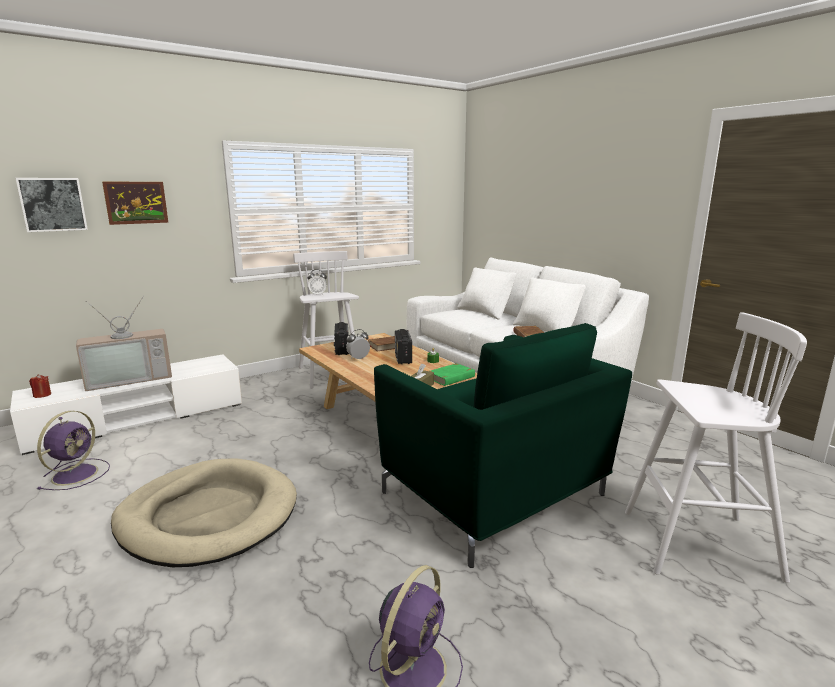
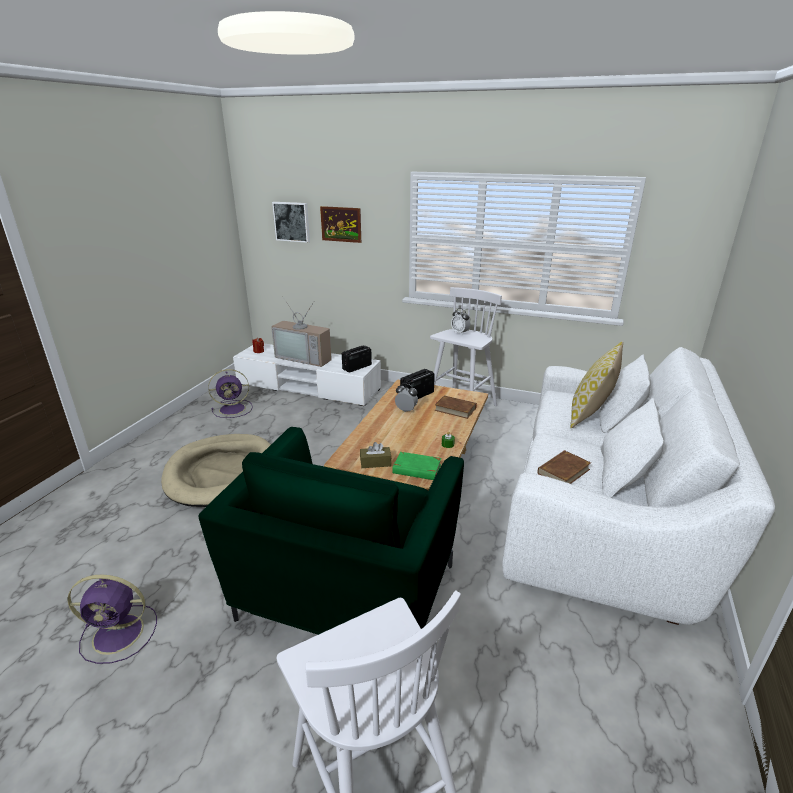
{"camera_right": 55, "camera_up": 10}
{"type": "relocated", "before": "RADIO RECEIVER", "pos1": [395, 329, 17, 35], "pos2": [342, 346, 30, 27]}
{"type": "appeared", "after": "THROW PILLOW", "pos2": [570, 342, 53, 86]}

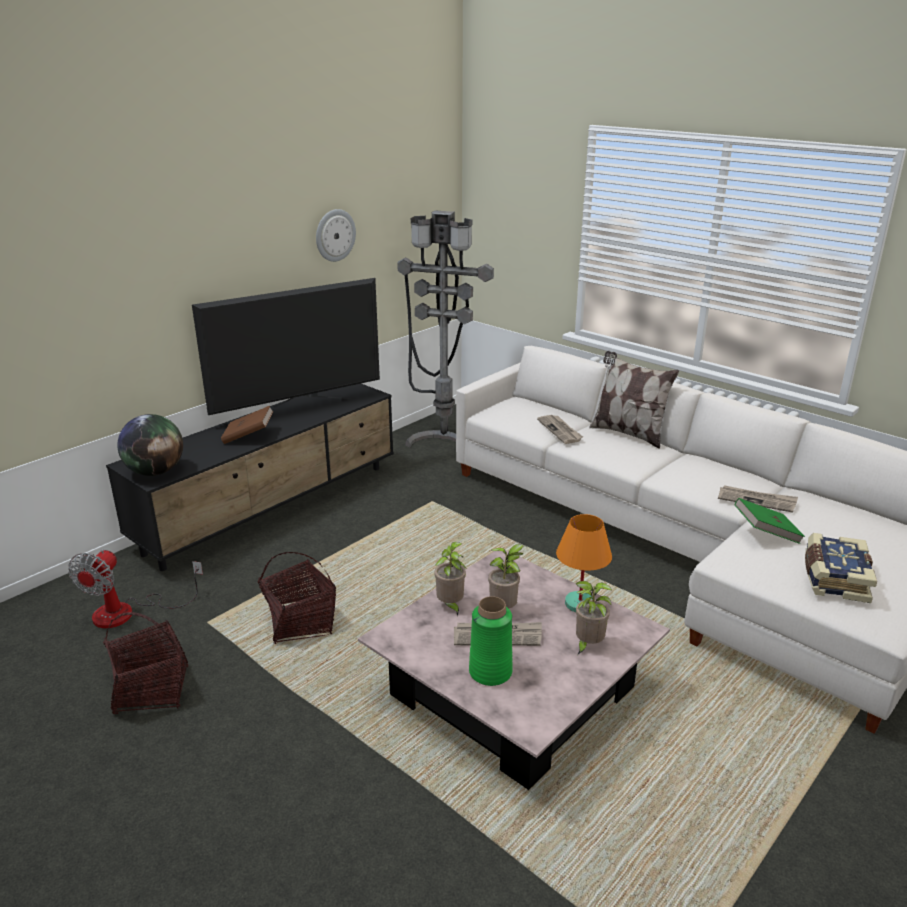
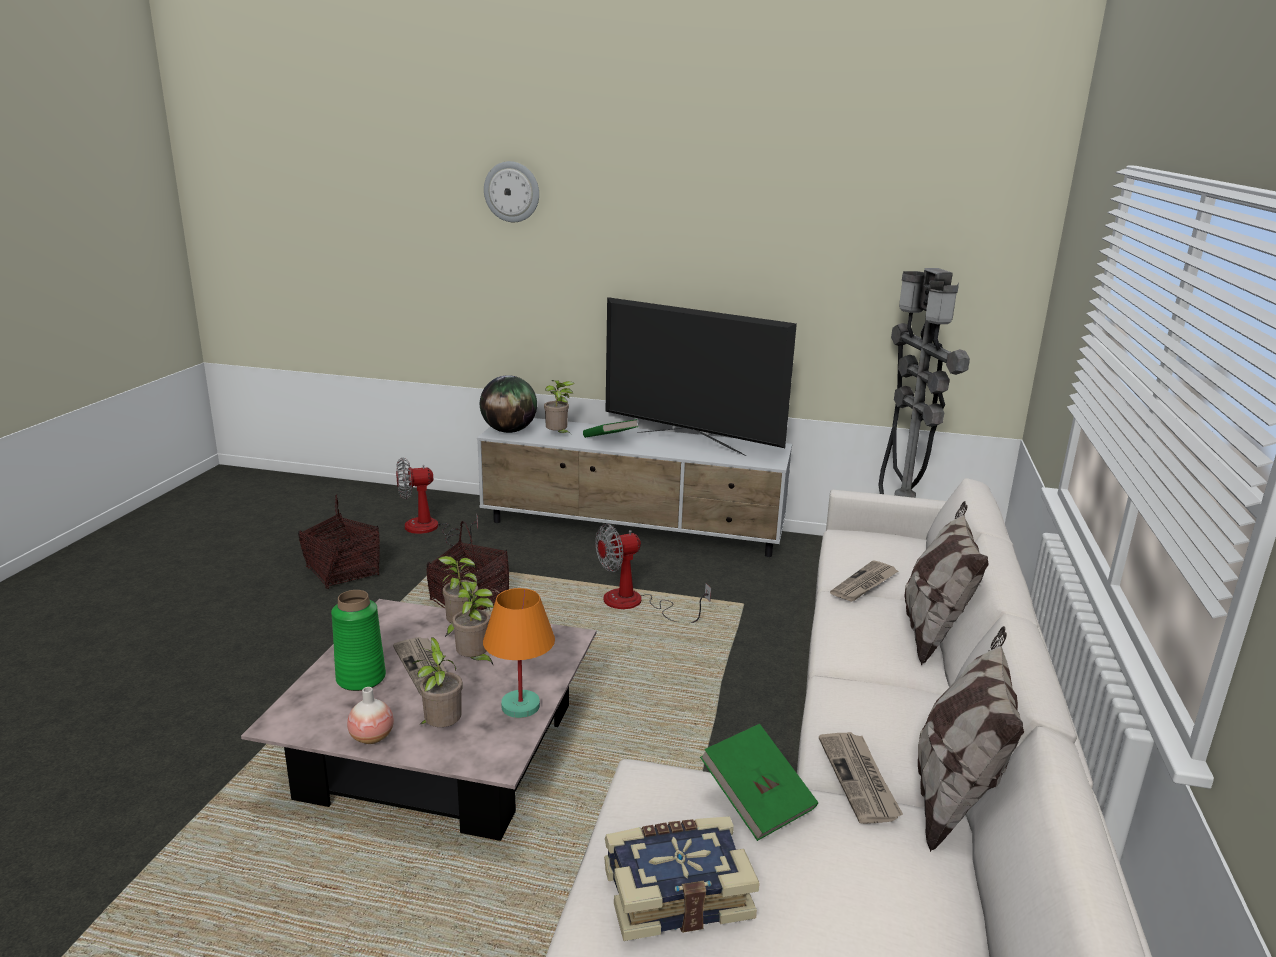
{"camera_right": 60, "camera_up": -5}
{"type": "relocated", "before": "WALL CLOCK", "pos1": [316, 209, 40, 53], "pos2": [484, 161, 55, 61]}
{"type": "colour", "before": "BLACKISH TV UNIT", "after": "WHITISH TV UNIT", "pos1": [106, 384, 288, 187], "pos2": [477, 418, 315, 139]}
{"type": "colour", "before": "BROWNISH BOOK", "after": "GREEN BOOK", "pos1": [221, 406, 53, 38], "pos2": [583, 419, 56, 19]}
{"type": "appeared", "after": "POTTED PLANT", "pos2": [544, 380, 30, 55]}
{"type": "appeared", "after": "ELECTRIC FAN", "pos2": [595, 524, 116, 99]}
{"type": "appeared", "after": "THROW PILLOW", "pos2": [918, 626, 106, 226]}
{"type": "appeared", "after": "FLOWER VASE", "pos2": [347, 687, 47, 57]}

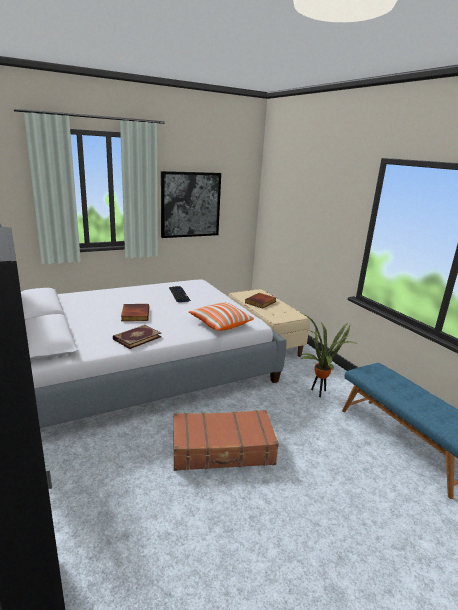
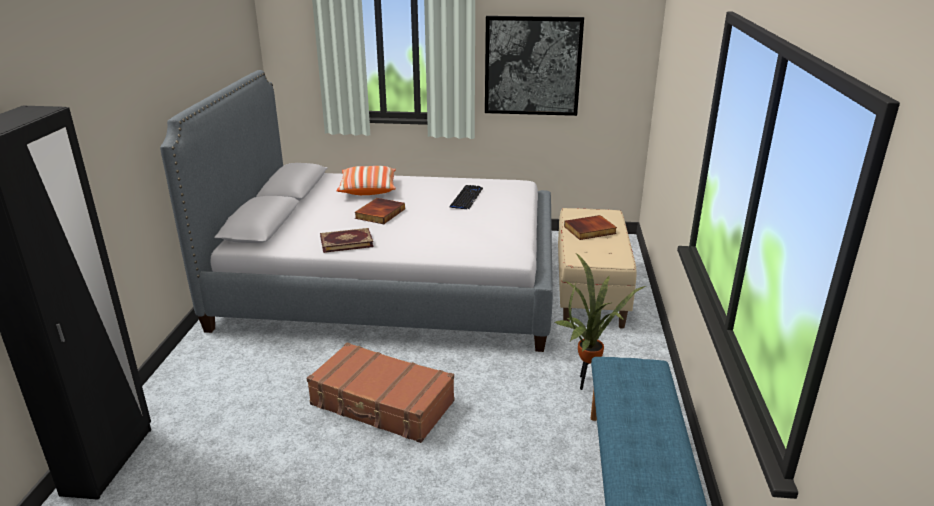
{"camera_right": 35, "camera_up": 5}
{"type": "relocated", "before": "THROW PILLOW", "pos1": [189, 302, 65, 29], "pos2": [336, 166, 60, 29]}

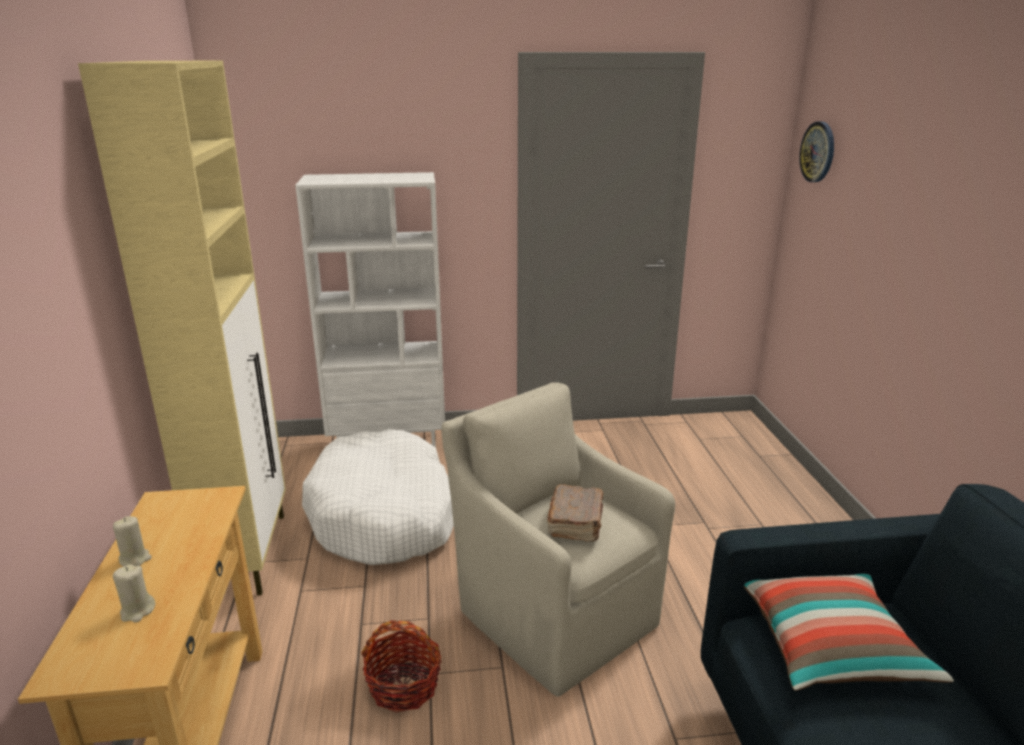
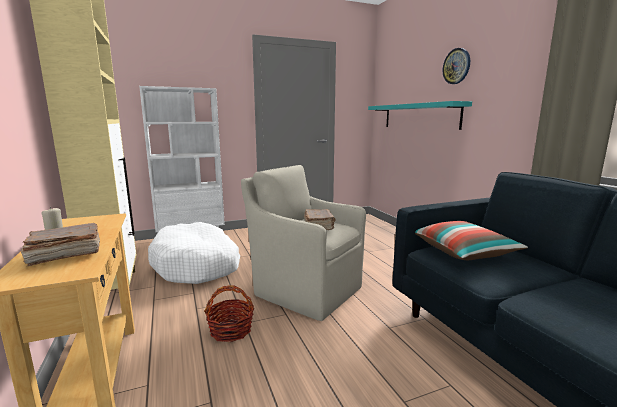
{"camera_right": -15, "camera_up": -10}
{"type": "relocated", "before": "WALL CLOCK", "pos1": [799, 121, 35, 61], "pos2": [443, 48, 27, 36]}
{"type": "exchanged", "before": "BEIGE-COLOURED WAX LIGHT", "after": "BROWNISH BOOK", "pos1": [113, 565, 42, 58], "pos2": [21, 223, 79, 43]}
{"type": "appeared", "after": "TURQUOISE BRACKET SHELF", "pos2": [368, 101, 104, 29]}

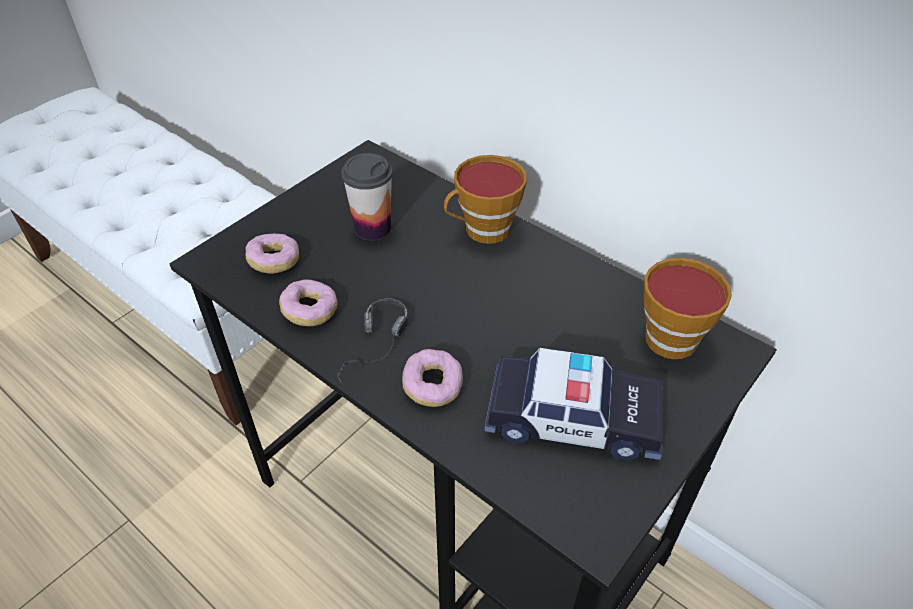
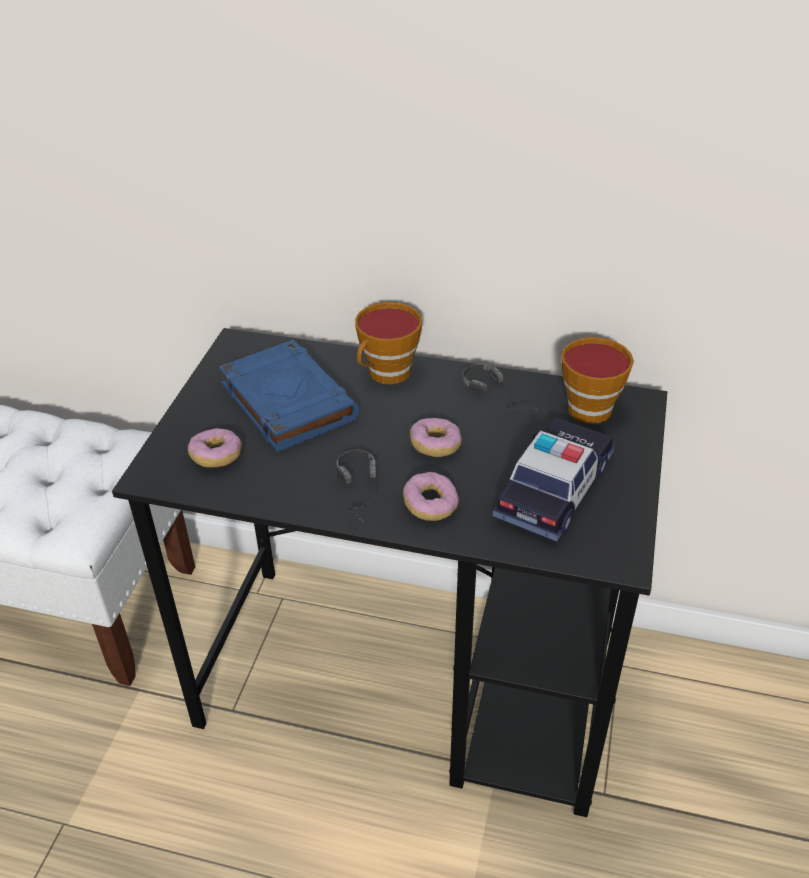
{"camera_right": -25, "camera_up": -5}
{"type": "exchanged", "before": "SMALL CUP", "after": "BLUISH BOOK", "pos1": [341, 153, 52, 87], "pos2": [219, 339, 140, 113]}
{"type": "relocated", "before": "DOUGHNUT", "pos1": [279, 279, 59, 47], "pos2": [410, 418, 52, 39]}
{"type": "spun", "before": "TOY CAR", "pos1": [485, 348, 177, 113], "pos2": [493, 418, 121, 124], "turn": -45}
{"type": "appeared", "after": "HEADSET", "pos2": [462, 364, 75, 46]}

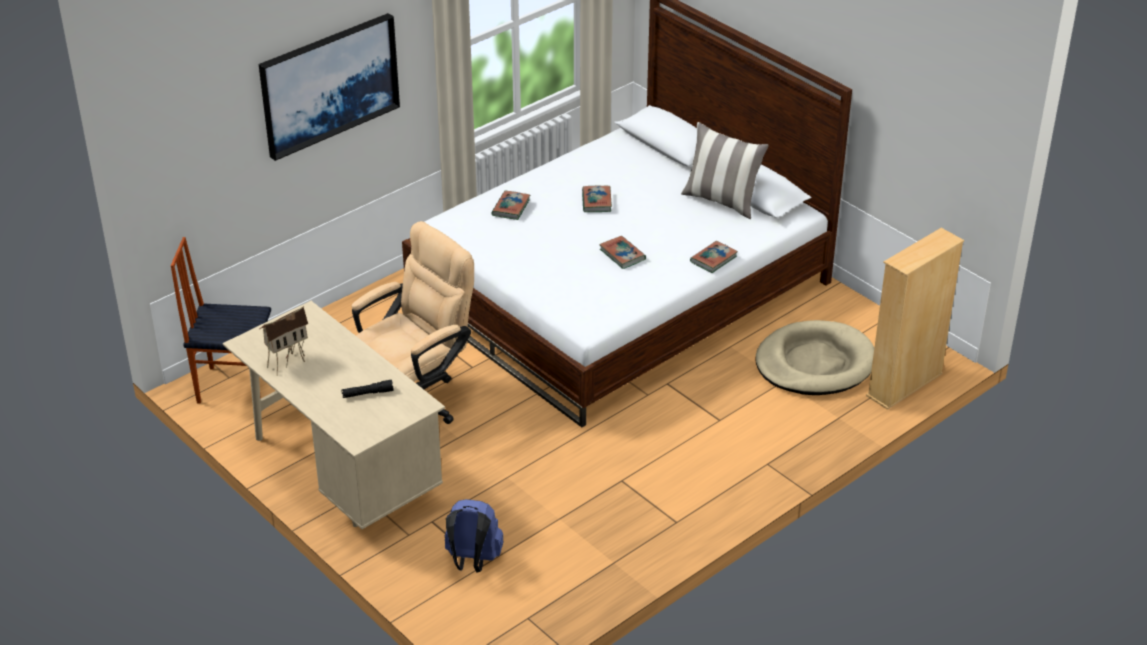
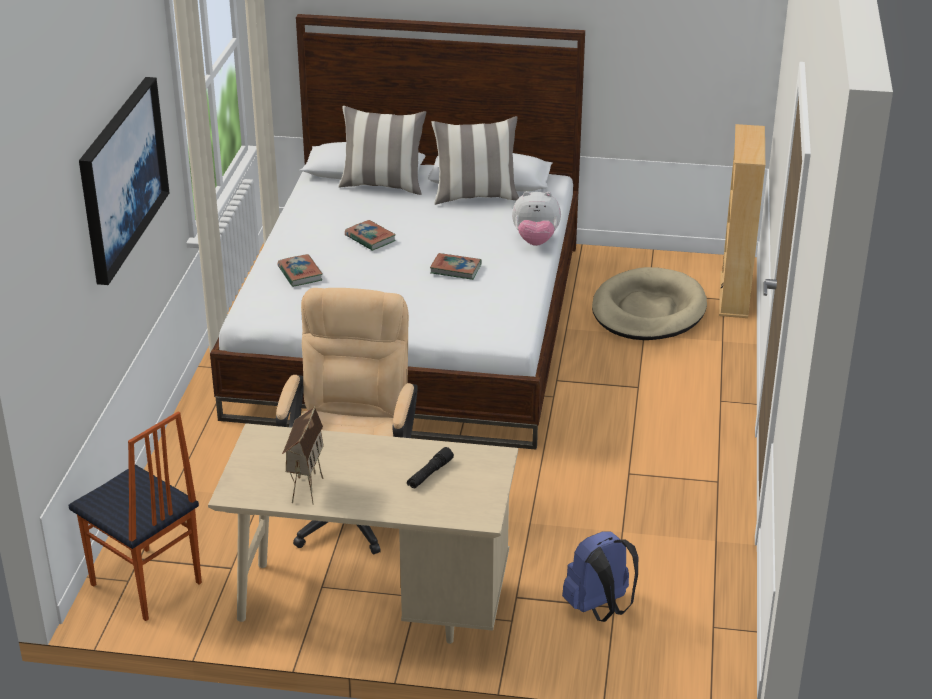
{"camera_right": -40, "camera_up": -5}
{"type": "spun", "before": "CHAIR", "pos1": [171, 237, 100, 167], "pos2": [68, 411, 134, 210], "turn": -105}
{"type": "exchanged", "before": "BOOK", "after": "PLUSH TOY", "pos1": [690, 241, 48, 32], "pos2": [512, 191, 49, 55]}
{"type": "appeared", "after": "THROW PILLOW", "pos2": [339, 106, 87, 89]}

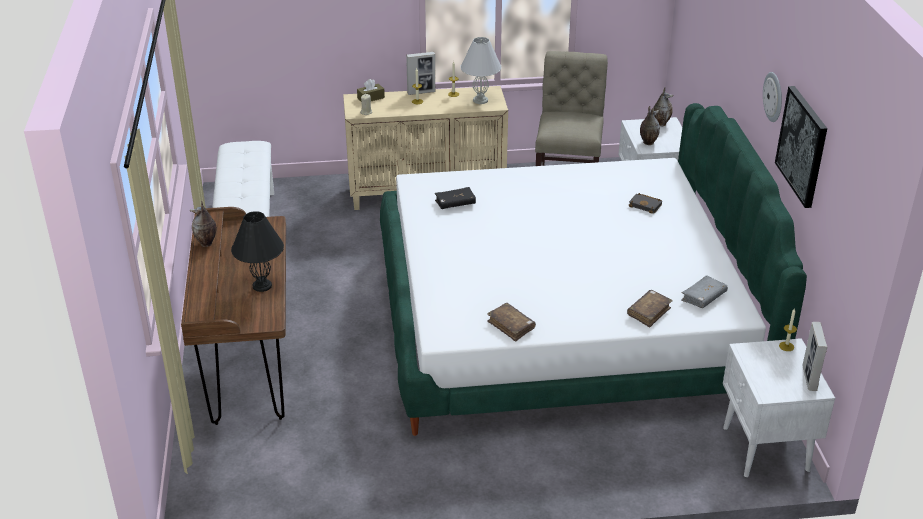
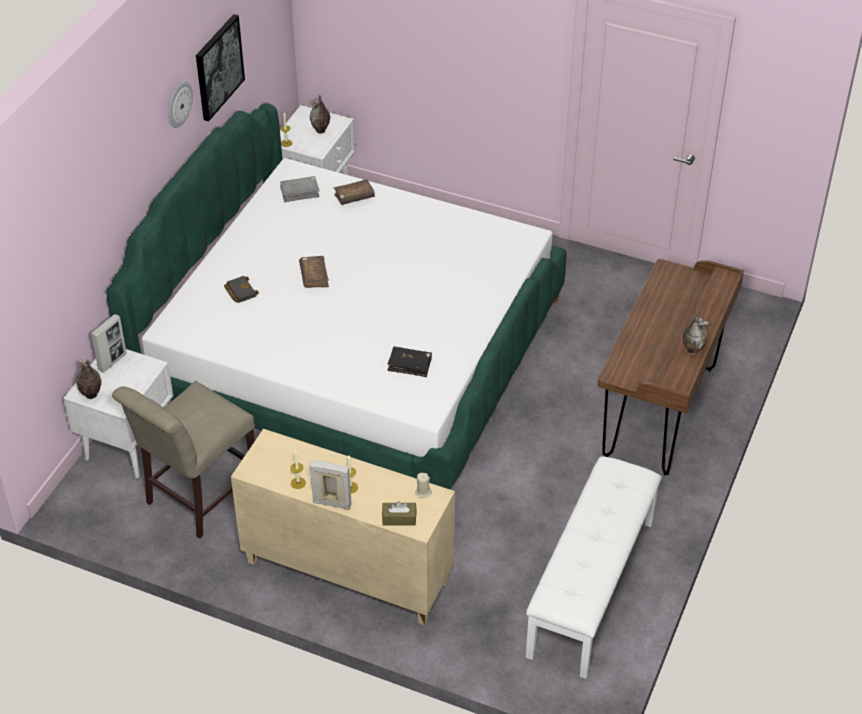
{"camera_right": -150, "camera_up": 10}
{"type": "missing", "before": "WHITISH TABLETOP LAMP", "pos1": [460, 37, 41, 67]}
{"type": "relocated", "before": "FLOWER VASE", "pos1": [640, 106, 20, 39], "pos2": [309, 95, 21, 39]}
{"type": "missing", "before": "BLACKISH TABLETOP LAMP", "pos1": [231, 211, 53, 81]}
{"type": "relocated", "before": "BROWNISH BOOK", "pos1": [487, 303, 49, 39], "pos2": [299, 256, 30, 32]}
{"type": "relocated", "before": "PHOTO FRAME", "pos1": [802, 322, 25, 69], "pos2": [91, 314, 35, 59]}

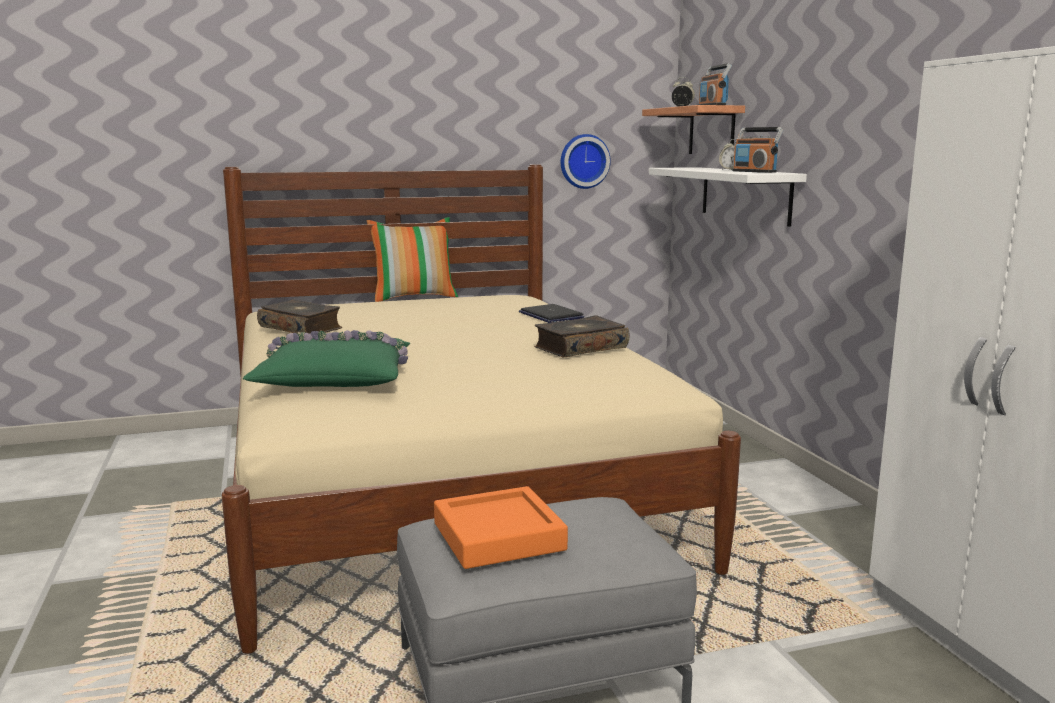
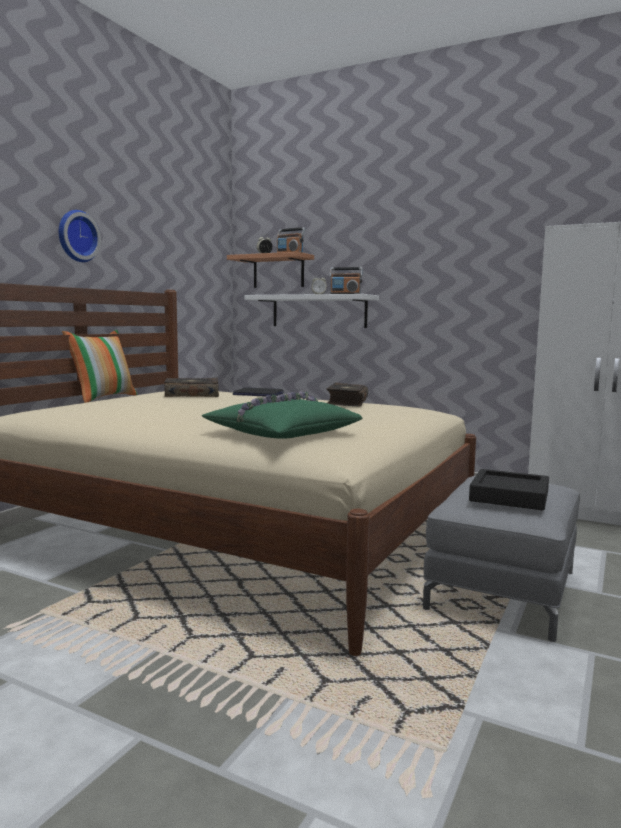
{"camera_right": -45, "camera_up": -5}
{"type": "relocated", "before": "WALL CLOCK", "pos1": [561, 134, 50, 55], "pos2": [59, 210, 42, 52]}
{"type": "relocated", "before": "BOOK", "pos1": [257, 299, 85, 35], "pos2": [164, 378, 55, 19]}
{"type": "colour", "before": "ORANGE-COLOURED TRAY", "after": "BLACKISH TRAY", "pos1": [434, 486, 134, 83], "pos2": [469, 469, 80, 41]}

